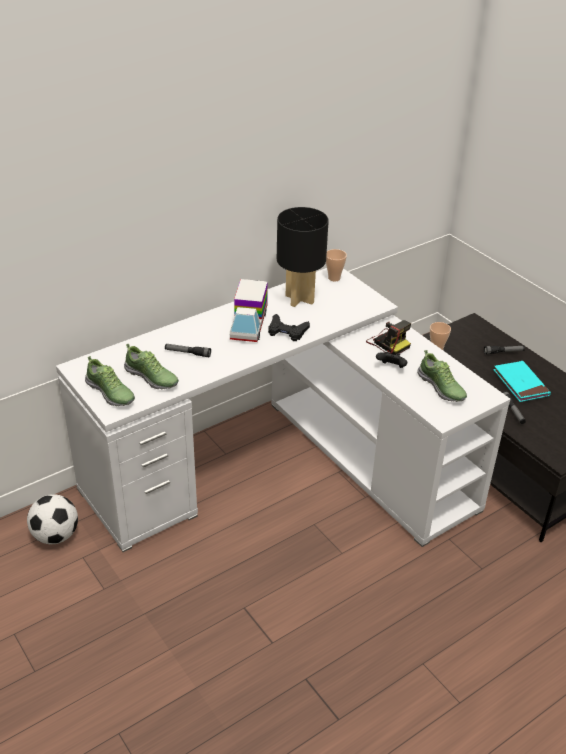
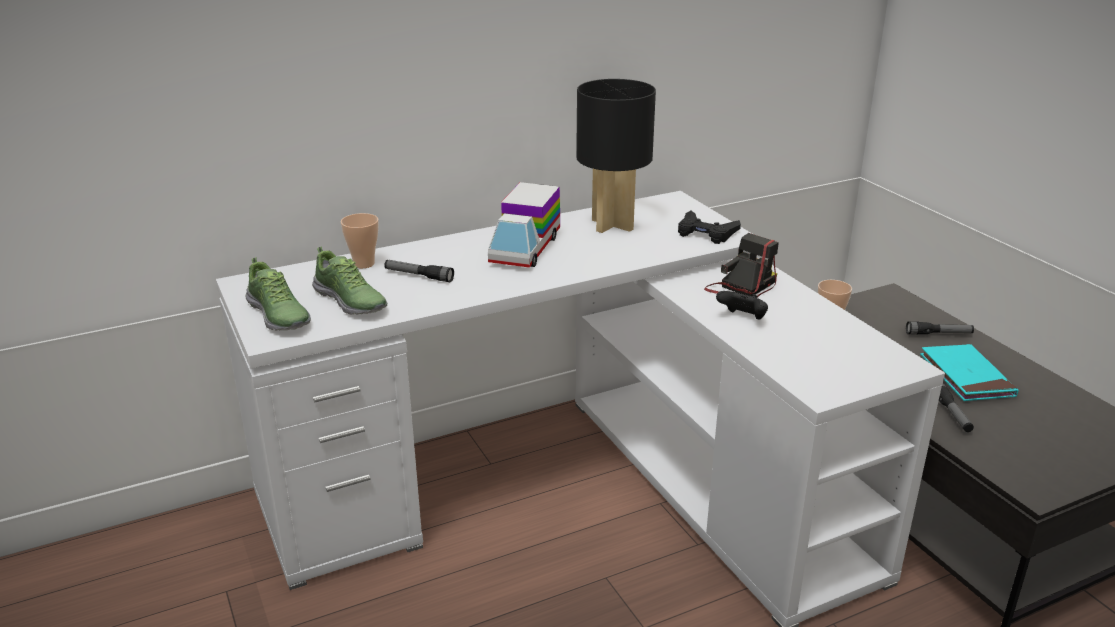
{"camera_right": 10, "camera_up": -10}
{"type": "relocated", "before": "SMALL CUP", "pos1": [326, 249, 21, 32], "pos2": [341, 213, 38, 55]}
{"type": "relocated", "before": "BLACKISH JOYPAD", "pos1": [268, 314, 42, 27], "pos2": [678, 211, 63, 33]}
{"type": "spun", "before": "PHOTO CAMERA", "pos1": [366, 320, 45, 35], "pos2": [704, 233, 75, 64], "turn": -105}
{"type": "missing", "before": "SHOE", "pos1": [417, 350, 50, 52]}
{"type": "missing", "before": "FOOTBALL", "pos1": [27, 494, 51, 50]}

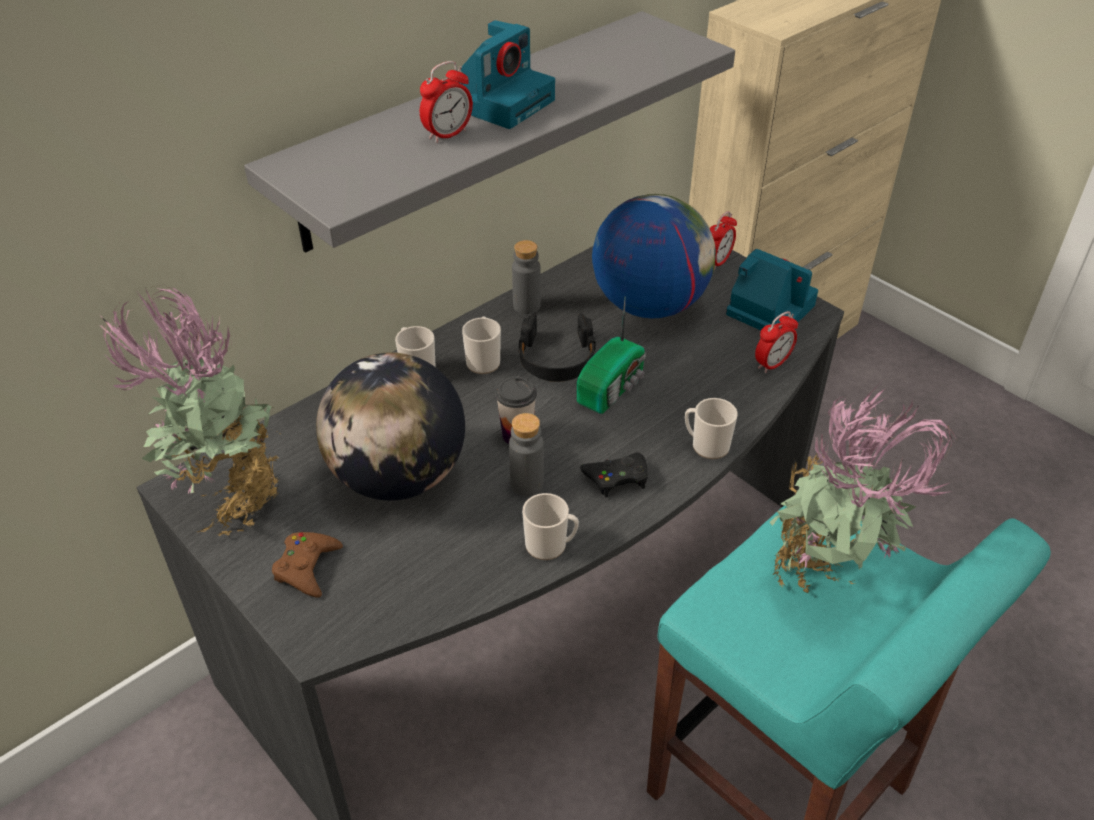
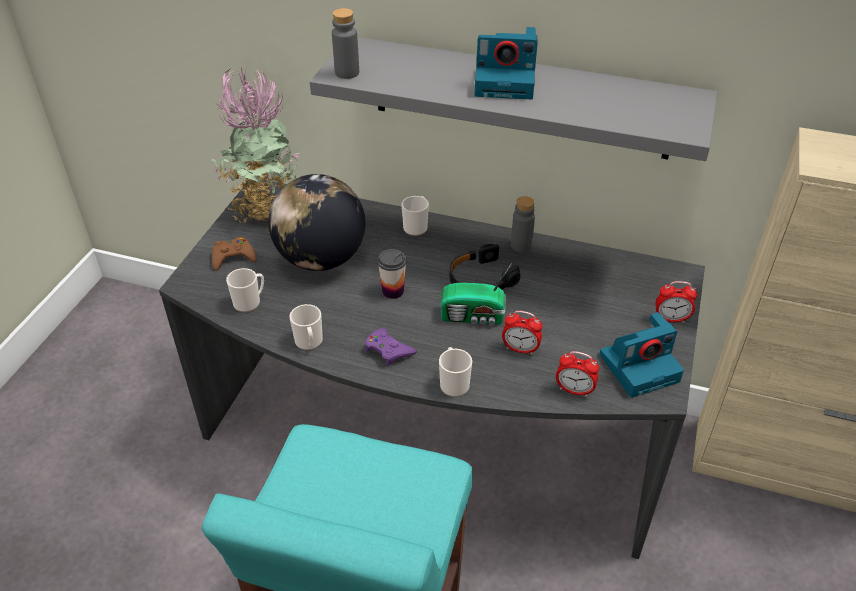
{"camera_right": 60, "camera_up": 0}
{"type": "relocated", "before": "ALARM CLOCK", "pos1": [420, 61, 53, 82], "pos2": [502, 311, 40, 44]}
{"type": "missing", "before": "DESK GLOBE", "pos1": [592, 194, 124, 125]}
{"type": "spun", "before": "PHOTO CAMERA", "pos1": [726, 249, 92, 81], "pos2": [600, 312, 84, 86], "turn": 60}
{"type": "relocated", "before": "COFFEE MUG", "pos1": [462, 317, 39, 57], "pos2": [226, 268, 38, 44]}
{"type": "missing", "before": "POTTED PLANT", "pos1": [769, 383, 188, 210]}
{"type": "relocated", "before": "GRAY BOTTLE", "pos1": [509, 413, 35, 83], "pos2": [332, 8, 27, 71]}
{"type": "colour", "before": "BLACKISH JOYPAD", "after": "PURPLISH JOYPAD", "pos1": [580, 452, 68, 45], "pos2": [365, 328, 52, 38]}

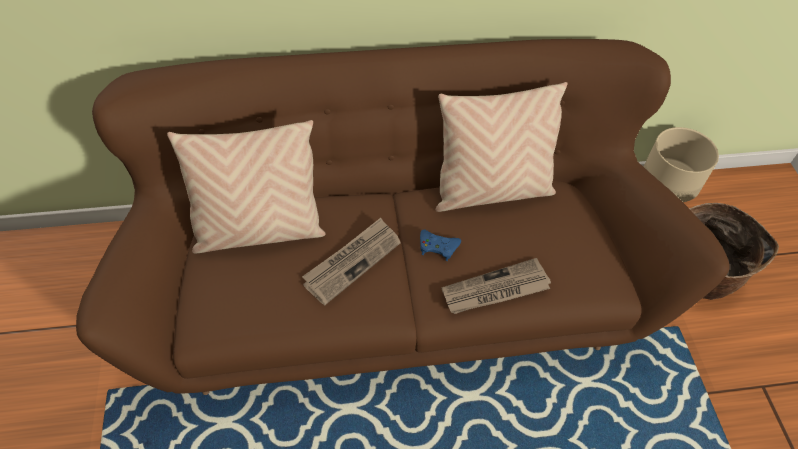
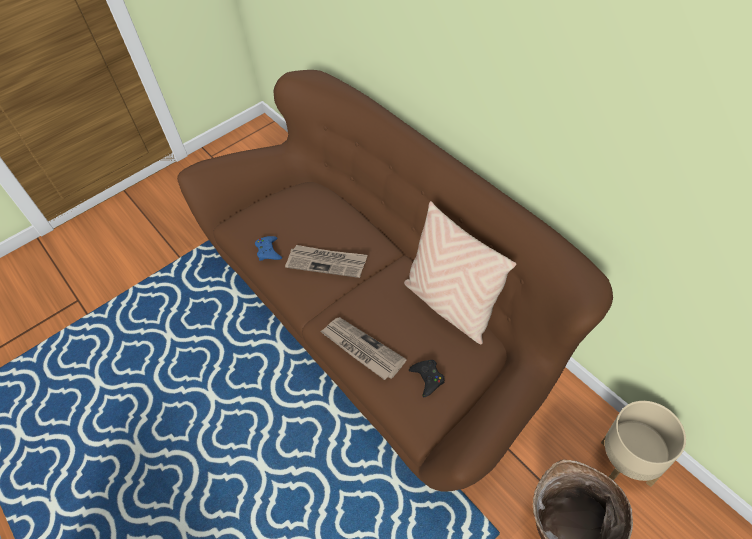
{"camera_right": 65, "camera_up": 0}
{"type": "missing", "before": "BEIGE-COLOURED THROW PILLOW", "pos1": [167, 120, 159, 133]}
{"type": "relocated", "before": "BLUISH JOYPAD", "pos1": [420, 230, 41, 31], "pos2": [255, 236, 27, 25]}
{"type": "appeared", "after": "BLACKISH JOYPAD", "pos2": [409, 360, 36, 37]}

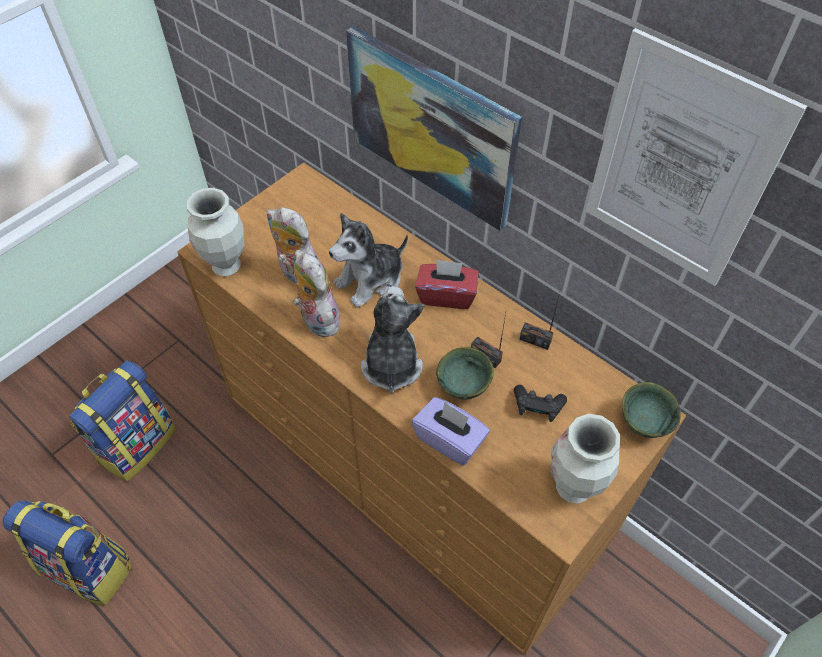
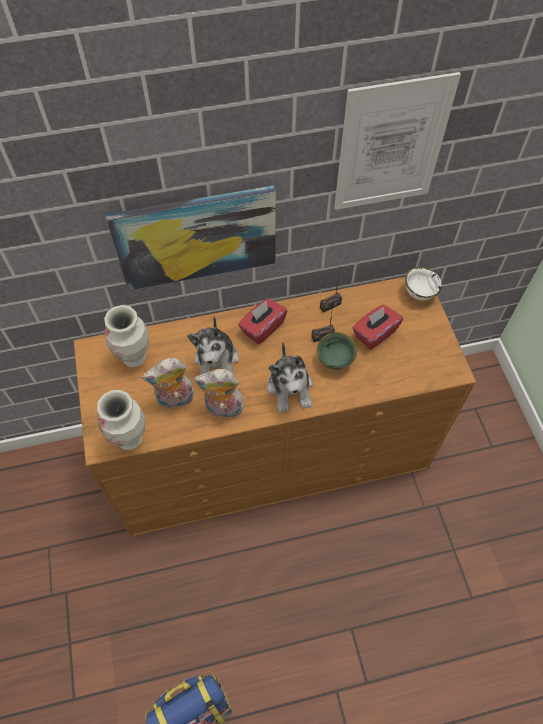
{"camera_right": -55, "camera_up": 5}
{"type": "spun", "before": "PLUSH TOY", "pos1": [361, 286, 63, 107], "pos2": [267, 342, 46, 71], "turn": -135}
{"type": "missing", "before": "BACKPACK", "pos1": [69, 360, 107, 121]}
{"type": "colour", "before": "GREEN BOWL", "after": "WHITISH BOWL", "pos1": [622, 382, 59, 56], "pos2": [405, 267, 37, 34]}
{"type": "exchanged", "before": "BLACKISH JOYPAD", "after": "RED-COLOURED TISSUE BOX", "pos1": [514, 385, 53, 37], "pos2": [353, 305, 50, 45]}
{"type": "missing", "before": "PURPLISH TISSUE BOX", "pos1": [412, 397, 78, 69]}
{"type": "relocated", "before": "FLOWER VASE", "pos1": [551, 414, 69, 90], "pos2": [104, 305, 45, 62]}

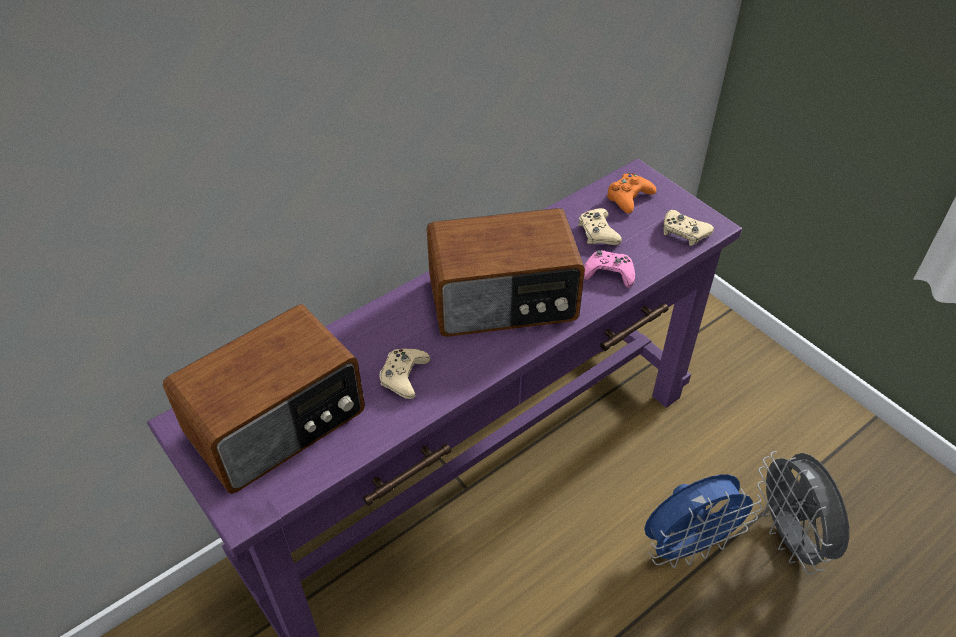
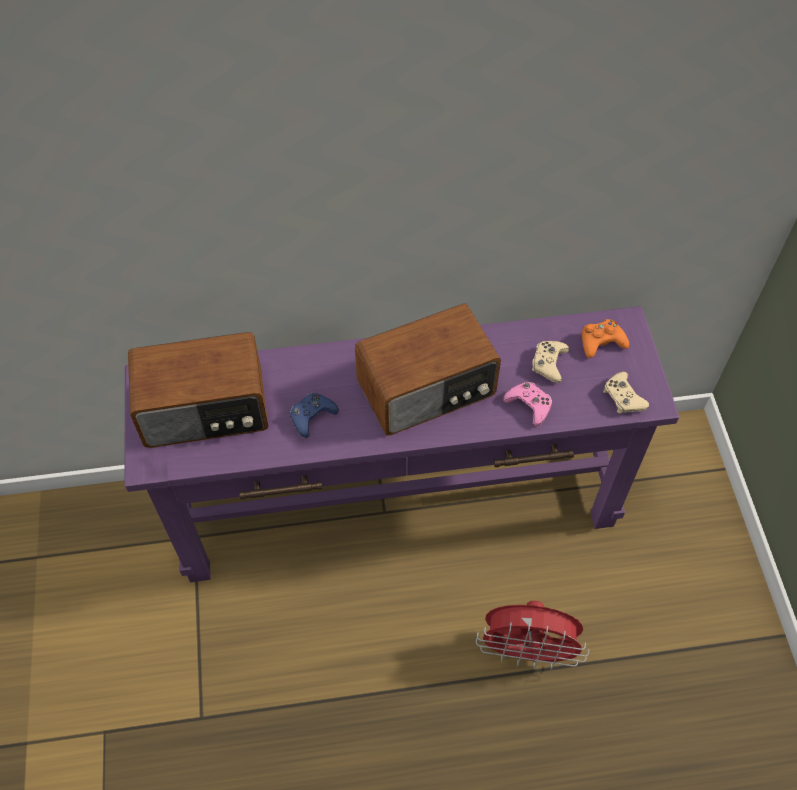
{"camera_right": 30, "camera_up": 10}
{"type": "spun", "before": "RADIO RECEIVER", "pos1": [427, 208, 158, 129], "pos2": [355, 303, 146, 133], "turn": -45}
{"type": "colour", "before": "BEIGE-COLOURED JOYPAD", "after": "BLUISH JOYPAD", "pos1": [380, 349, 50, 50], "pos2": [290, 393, 49, 45]}
{"type": "missing", "before": "GRAY ELECTRIC FAN", "pos1": [757, 451, 92, 123]}
{"type": "colour", "before": "BLUISH ELECTRIC FAN", "after": "RED-COLOURED ELECTRIC FAN", "pos1": [644, 475, 118, 93], "pos2": [476, 601, 113, 69]}

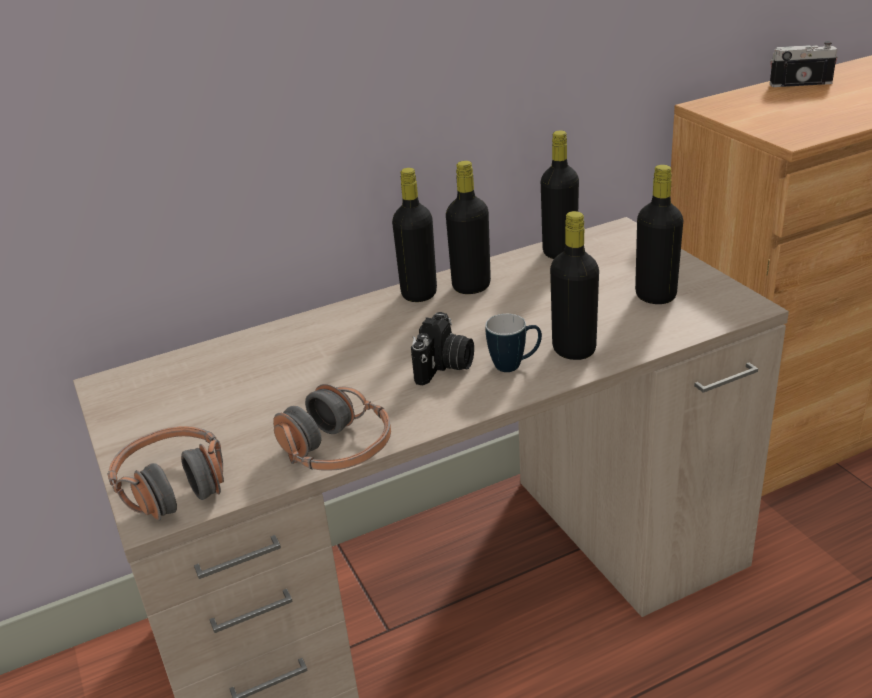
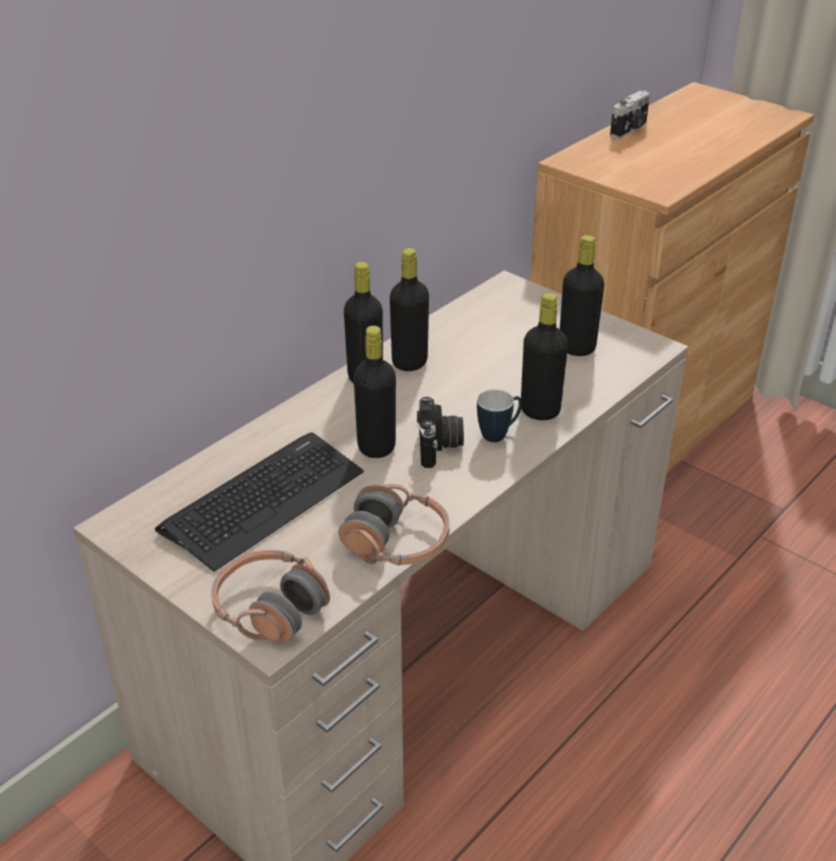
{"camera_right": -25, "camera_up": 5}
{"type": "spun", "before": "PHOTO CAMERA", "pos1": [770, 41, 68, 46], "pos2": [610, 91, 40, 48], "turn": 150}
{"type": "relocated", "before": "BLACKISH BOTTLE", "pos1": [541, 130, 38, 129], "pos2": [353, 326, 43, 132]}
{"type": "appeared", "after": "PC KEYBOARD", "pos2": [155, 432, 209, 140]}

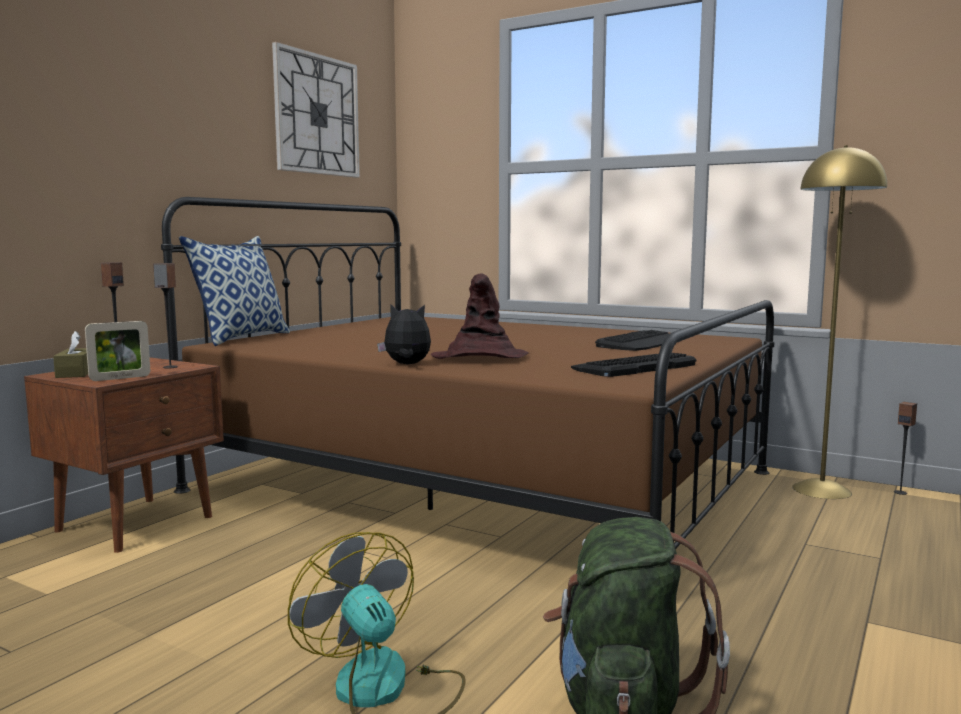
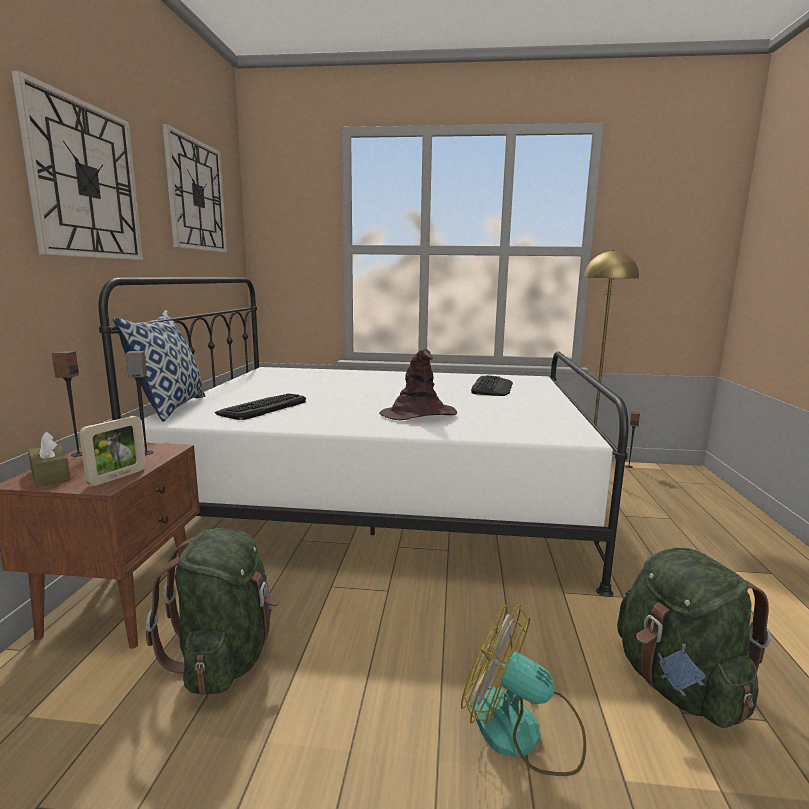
{"camera_right": -25, "camera_up": 5}
{"type": "colour", "before": "BROWNISH BED", "after": "WHITISH BED", "pos1": [161, 197, 614, 352], "pos2": [98, 277, 531, 320]}
{"type": "missing", "before": "PLUSH TOY", "pos1": [377, 305, 54, 59]}
{"type": "relocated", "before": "PC KEYBOARD", "pos1": [571, 353, 125, 24], "pos2": [215, 393, 91, 27]}
{"type": "appeared", "after": "WALL CLOCK", "pos2": [11, 70, 132, 190]}
{"type": "appeared", "after": "GREEN BACKPACK", "pos2": [146, 528, 133, 167]}

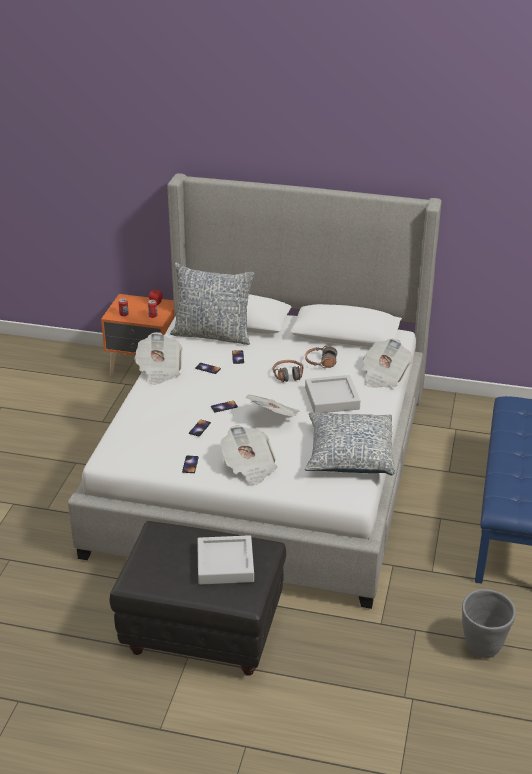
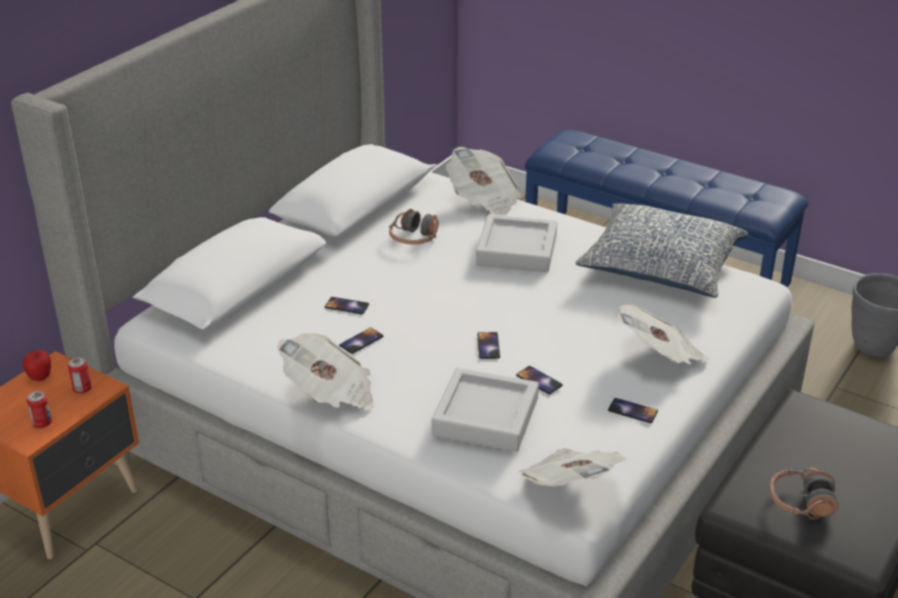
{"camera_right": -70, "camera_up": 0}
{"type": "missing", "before": "THROW PILLOW", "pos1": [170, 263, 84, 82]}
{"type": "relocated", "before": "HEADSET", "pos1": [273, 360, 30, 22], "pos2": [770, 467, 69, 52]}
{"type": "relocated", "before": "DAILY PAPER", "pos1": [246, 395, 53, 22], "pos2": [518, 448, 109, 38]}
{"type": "relocated", "before": "GRAY TRAY", "pos1": [197, 535, 57, 50], "pos2": [432, 368, 107, 84]}

